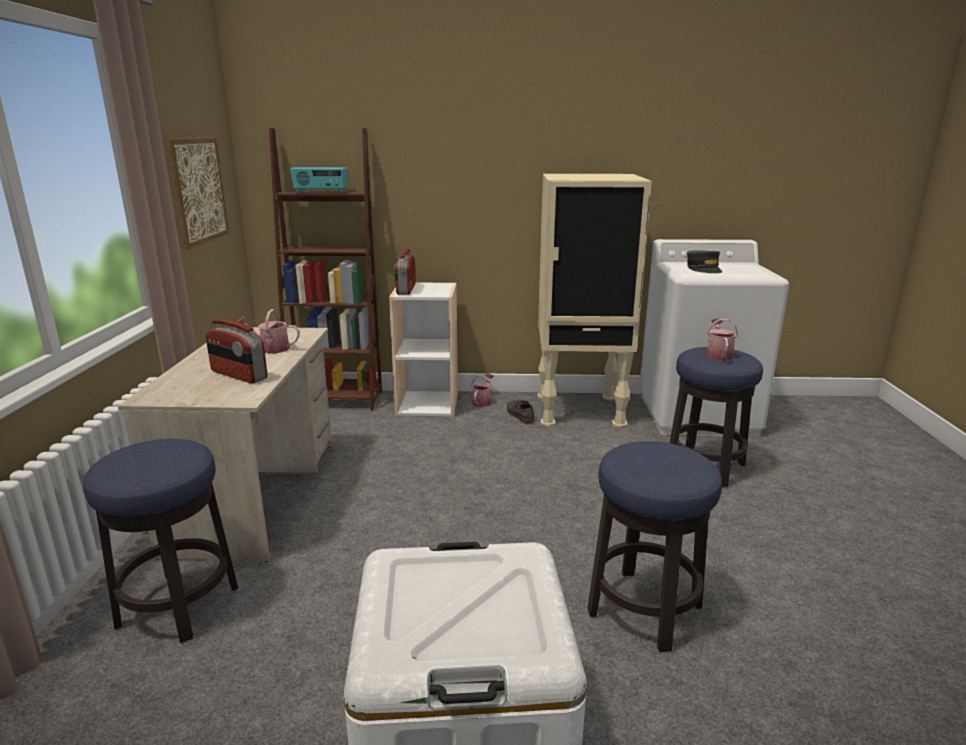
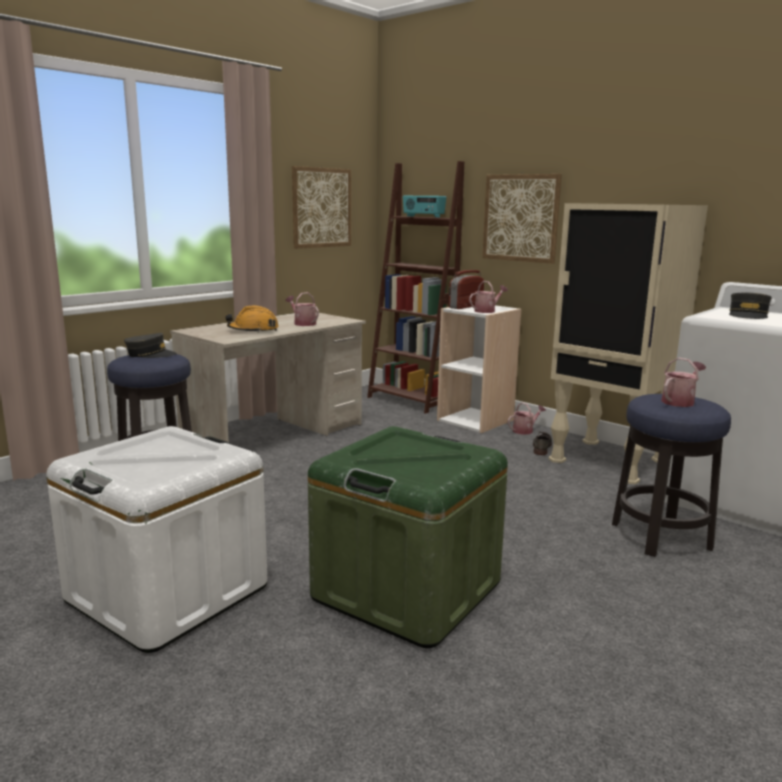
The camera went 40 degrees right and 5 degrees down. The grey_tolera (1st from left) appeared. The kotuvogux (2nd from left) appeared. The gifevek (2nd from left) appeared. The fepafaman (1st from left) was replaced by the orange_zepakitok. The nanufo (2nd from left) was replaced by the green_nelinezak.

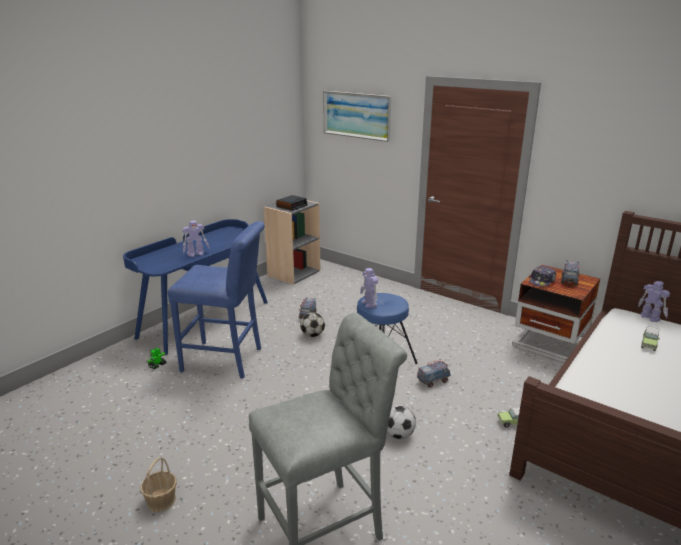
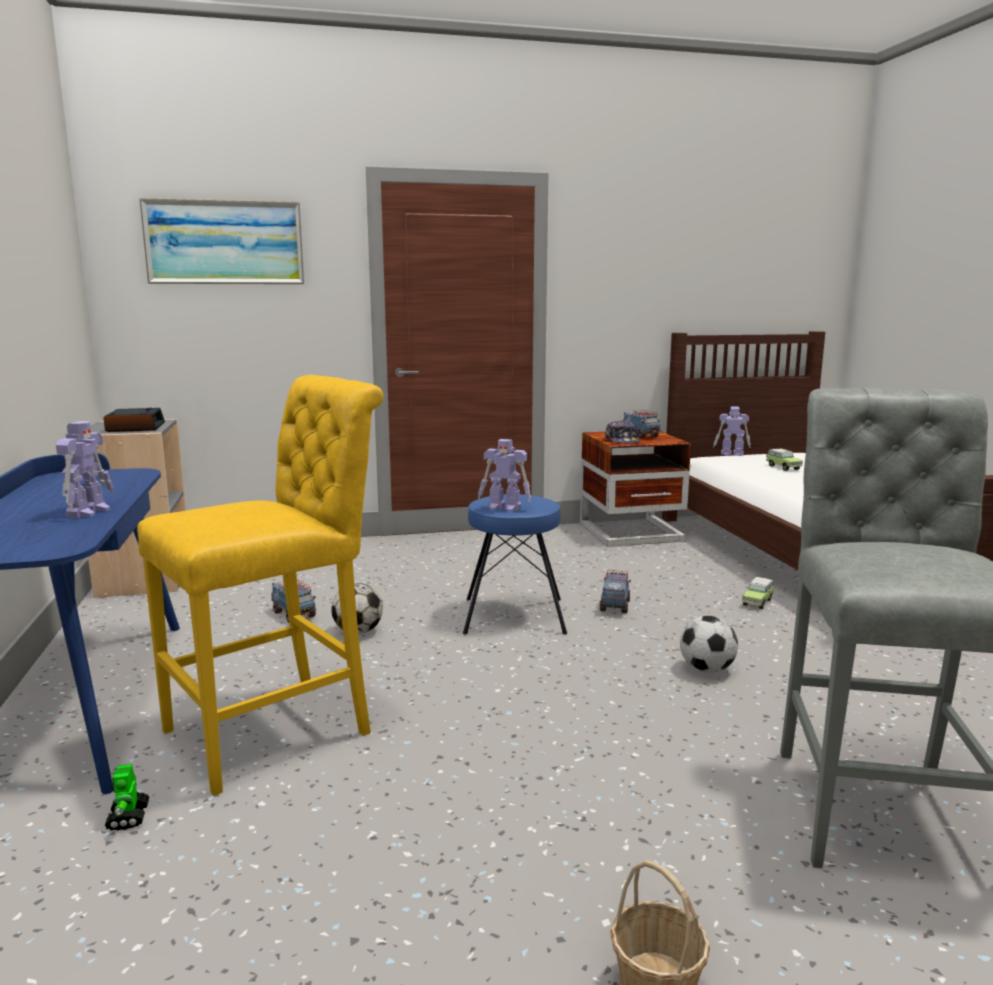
The camera went 50 degrees left and 10 degrees down. The blue_nanufo (1st from left) became the yellow_nanufo.

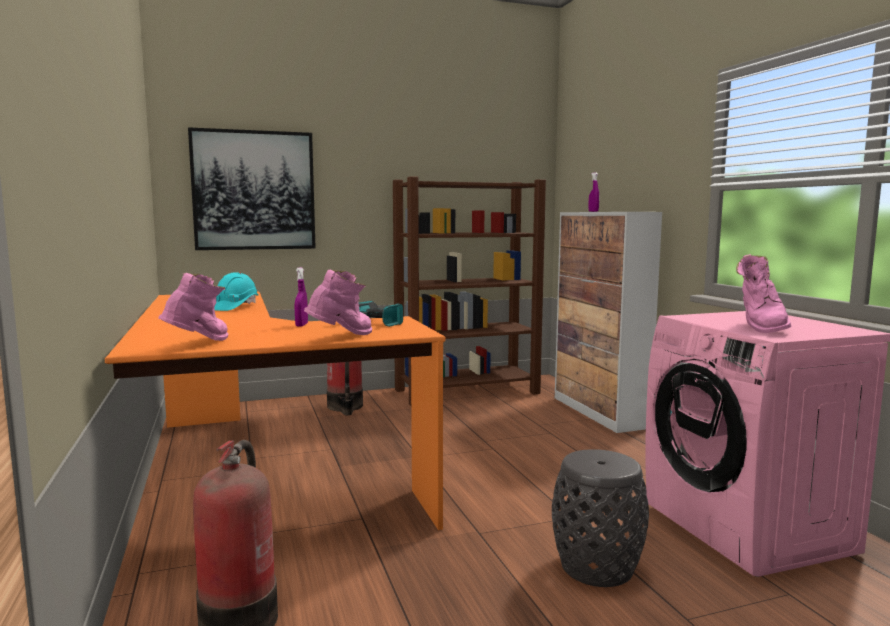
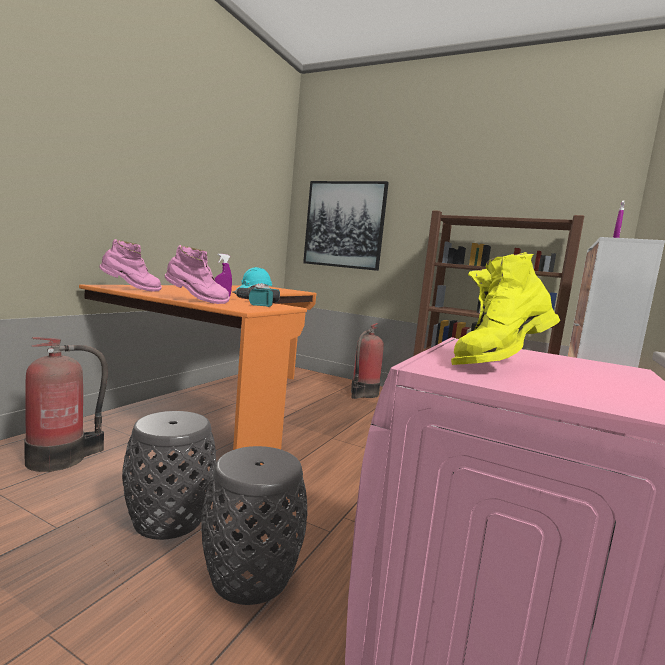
The camera went 45 degrees right and 0 degrees up. The grey_nanufo (1st from left) appeared. The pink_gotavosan (3rd from left) became the yellow_gotavosan.

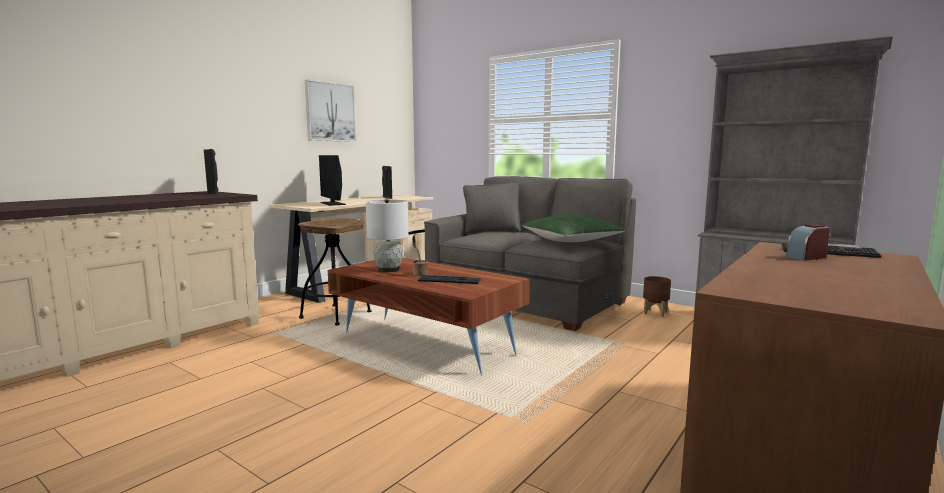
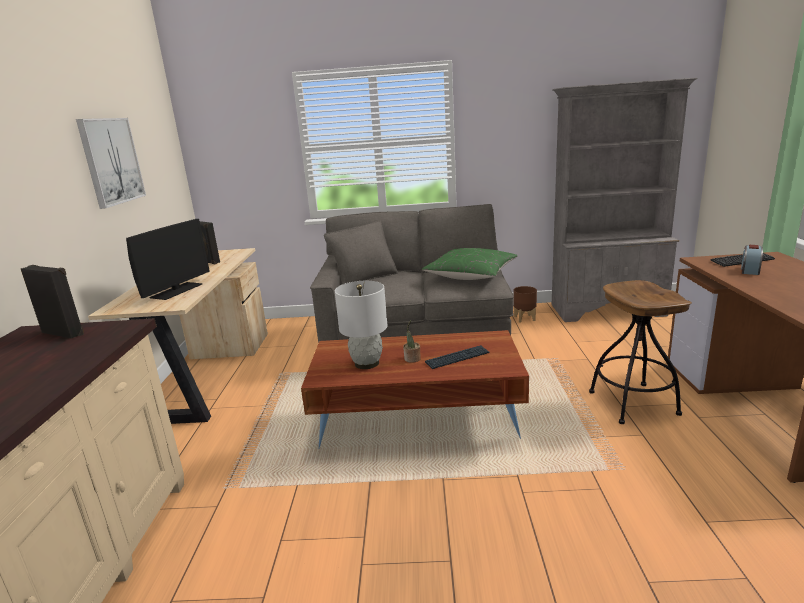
The camera went 35 degrees left and 10 degrees up. The brown_nanufo moved. The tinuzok turned 90 degrees counterclockwise.

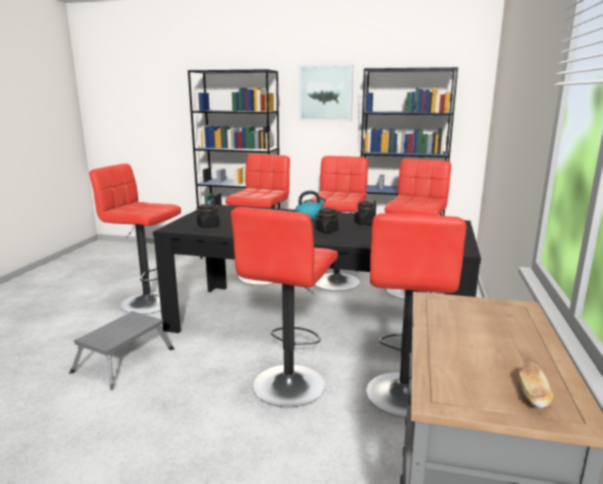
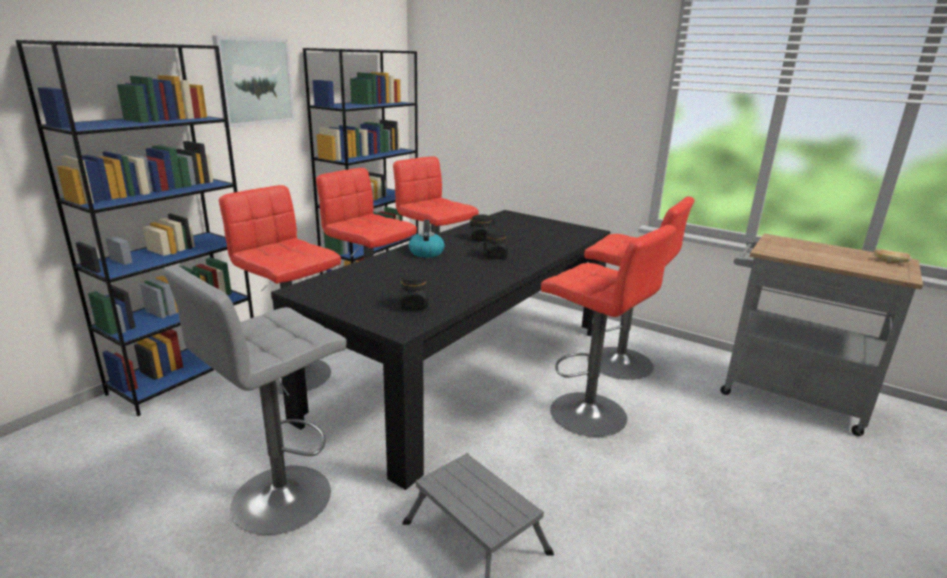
The camera went 70 degrees left and 5 degrees up. The red_nanufo (1st from left) became the grey_nanufo.

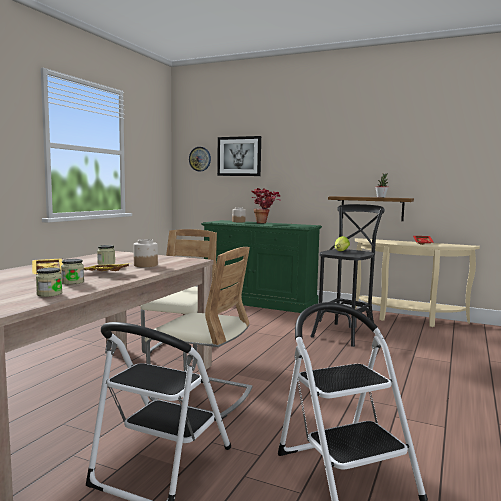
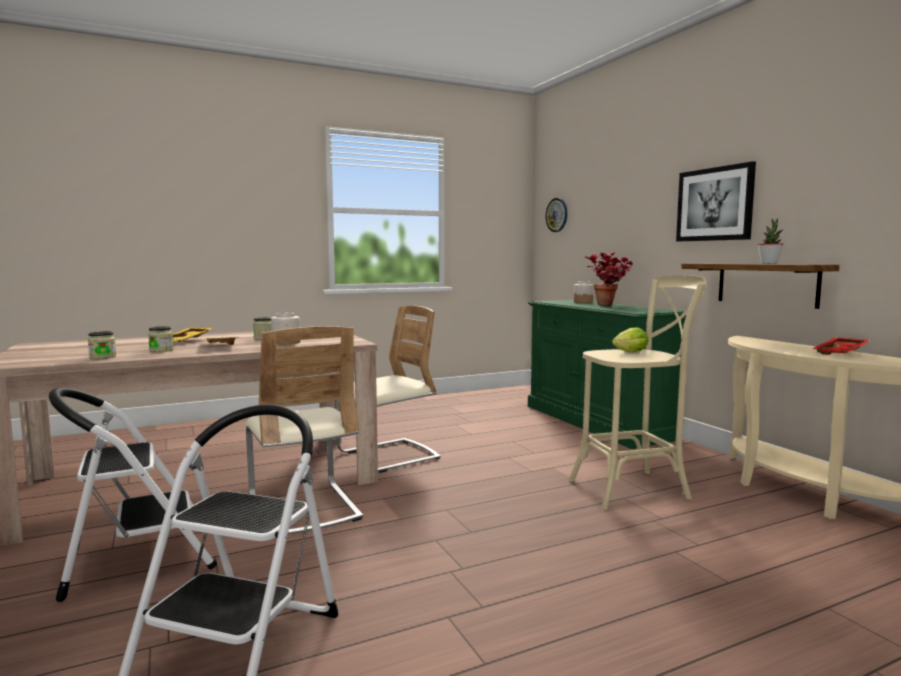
The camera went 40 degrees right and 0 degrees up. The gifevek moved. The black_nanufo became the beige_nanufo.

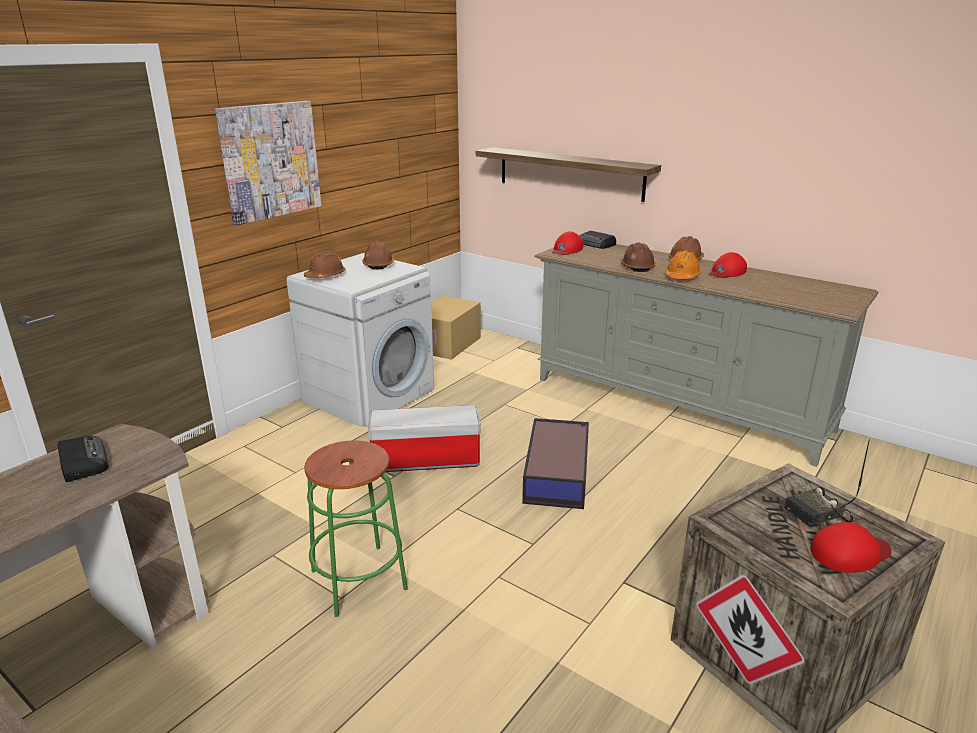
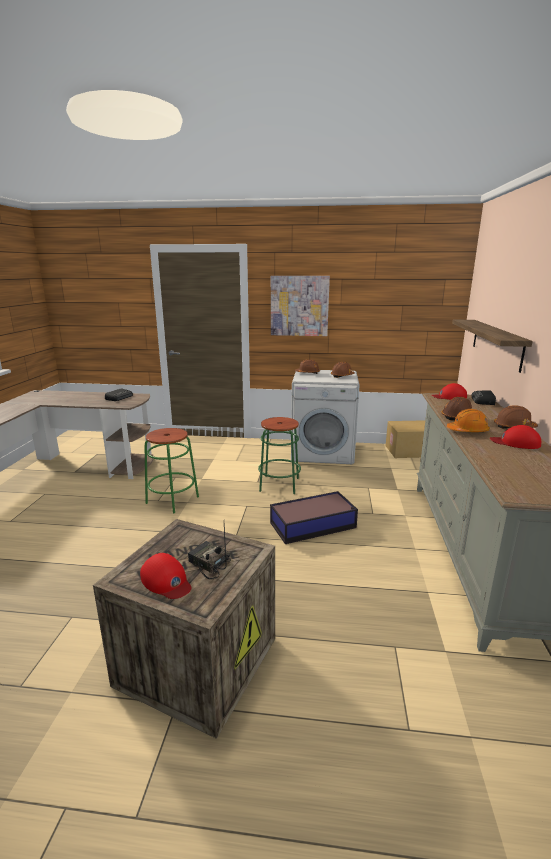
The camera went 60 degrees right and 5 degrees down. The nelinezak (1st from left) was replaced by the green_nanufo (2nd from left).

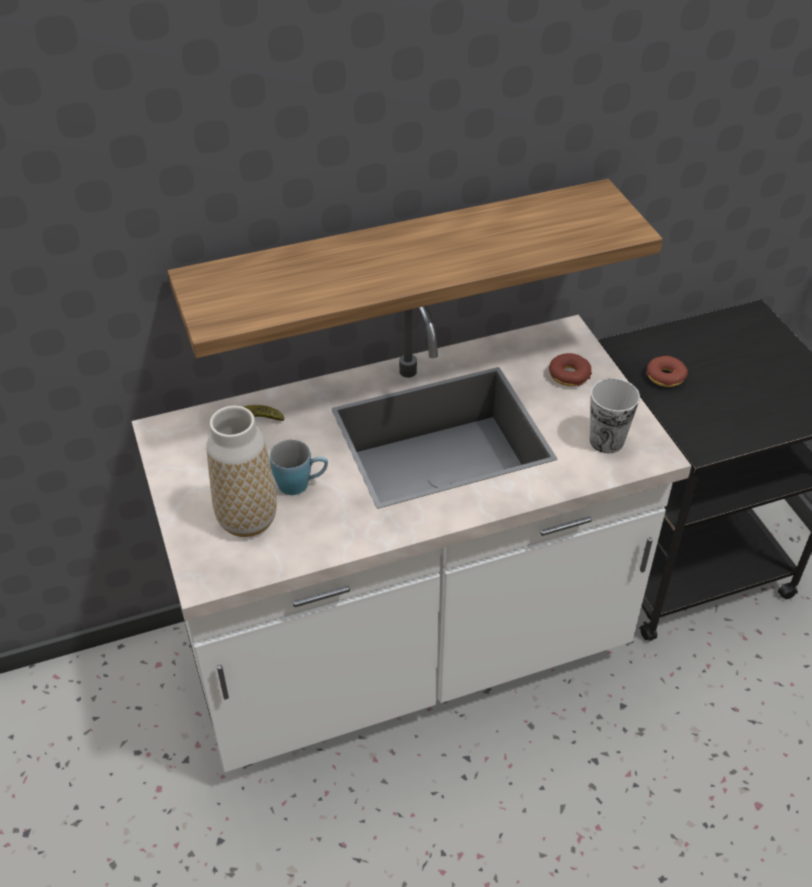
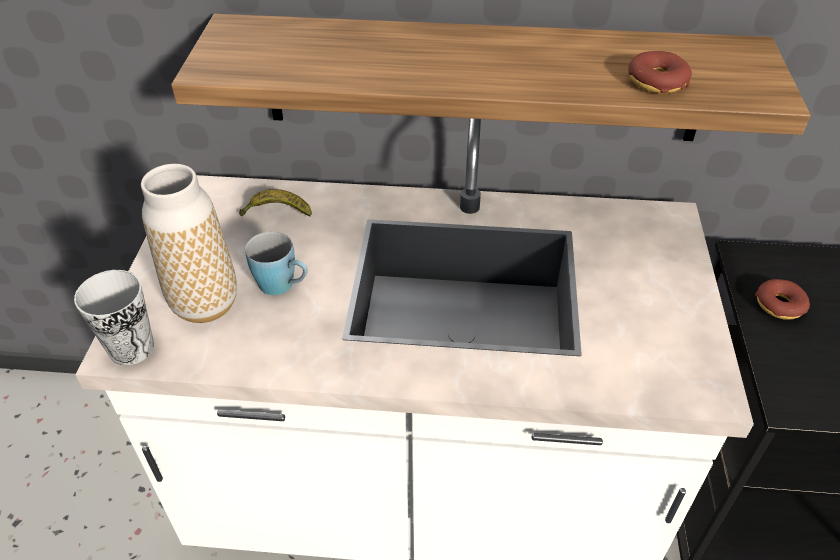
The camera went 25 degrees right and 0 degrees up. The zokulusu (1st from left) moved. The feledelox moved.

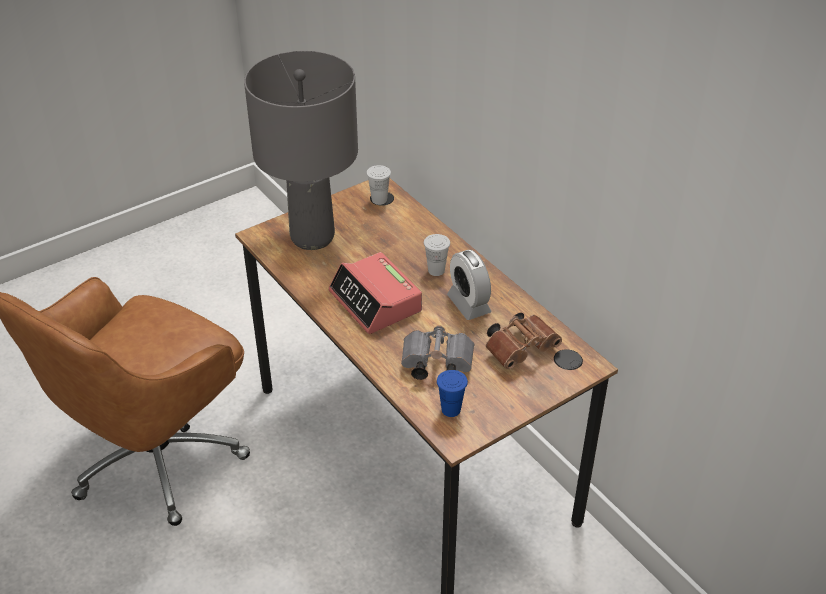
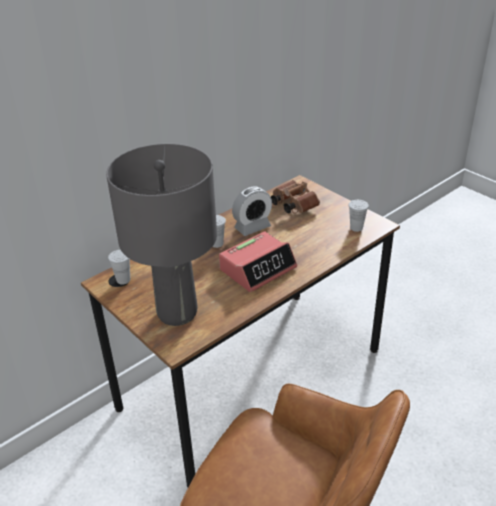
The camera went 95 degrees left and 5 degrees down. The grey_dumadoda disappeared. The blue_feledelox became the white_feledelox (3rd from left).

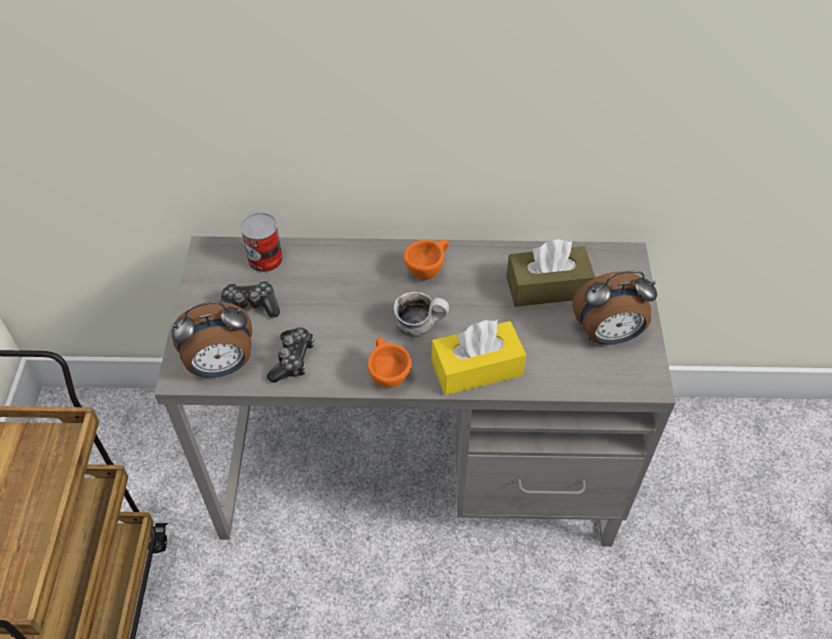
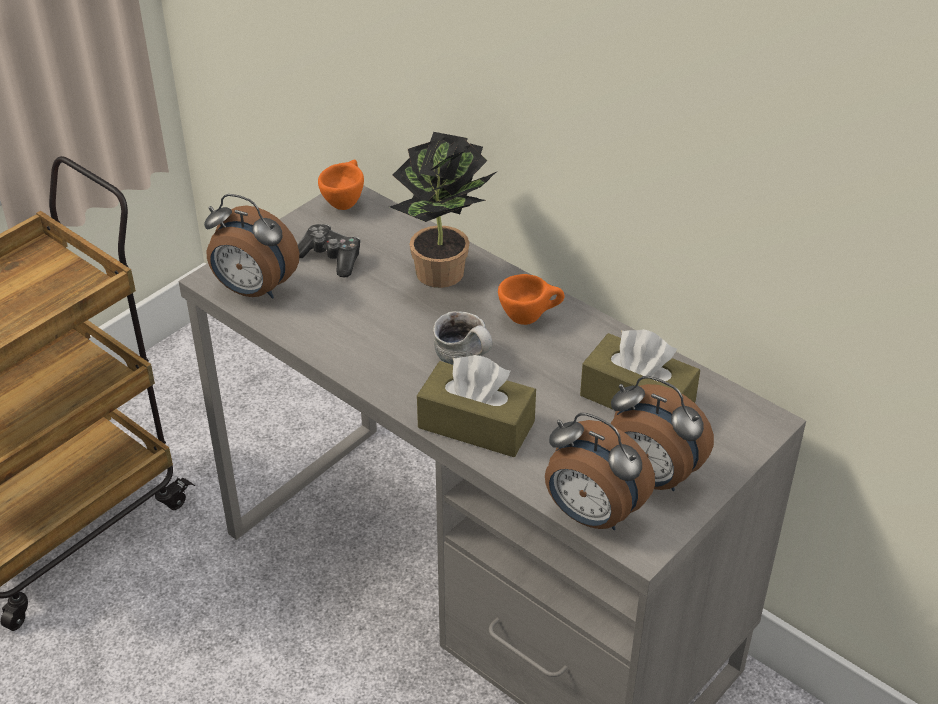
The camera went 40 degrees right and 10 degrees down. The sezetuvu disappeared. The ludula (2nd from left) disappeared. The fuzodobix appeared. The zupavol (2nd from left) appeared. The orange_feledelox (1st from left) moved. The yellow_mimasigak became the brown_mimasigak (1st from left).

